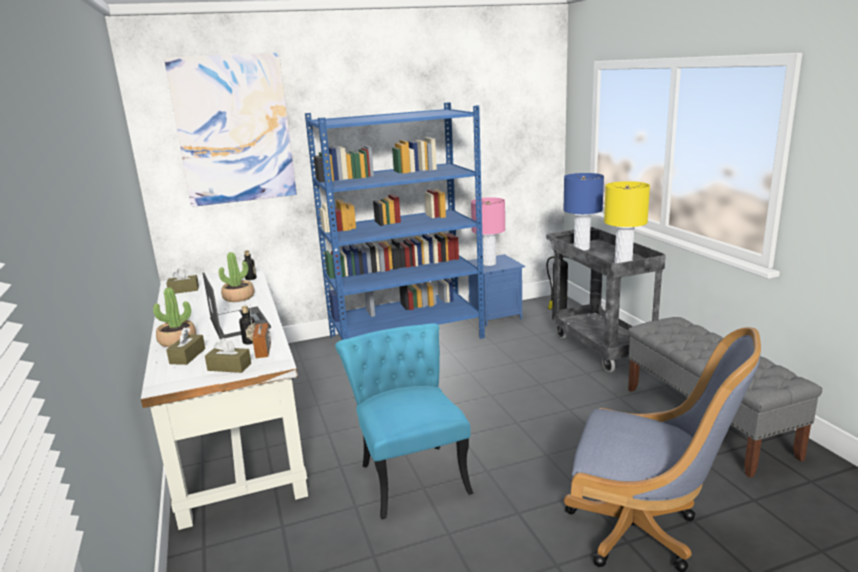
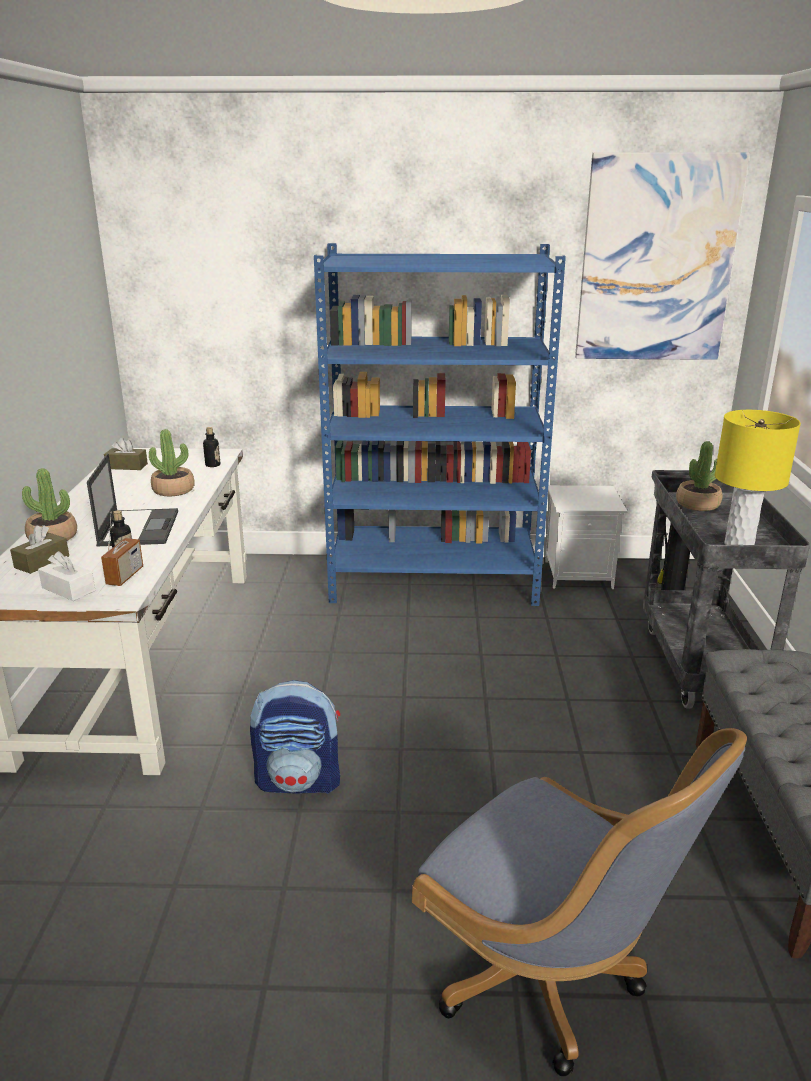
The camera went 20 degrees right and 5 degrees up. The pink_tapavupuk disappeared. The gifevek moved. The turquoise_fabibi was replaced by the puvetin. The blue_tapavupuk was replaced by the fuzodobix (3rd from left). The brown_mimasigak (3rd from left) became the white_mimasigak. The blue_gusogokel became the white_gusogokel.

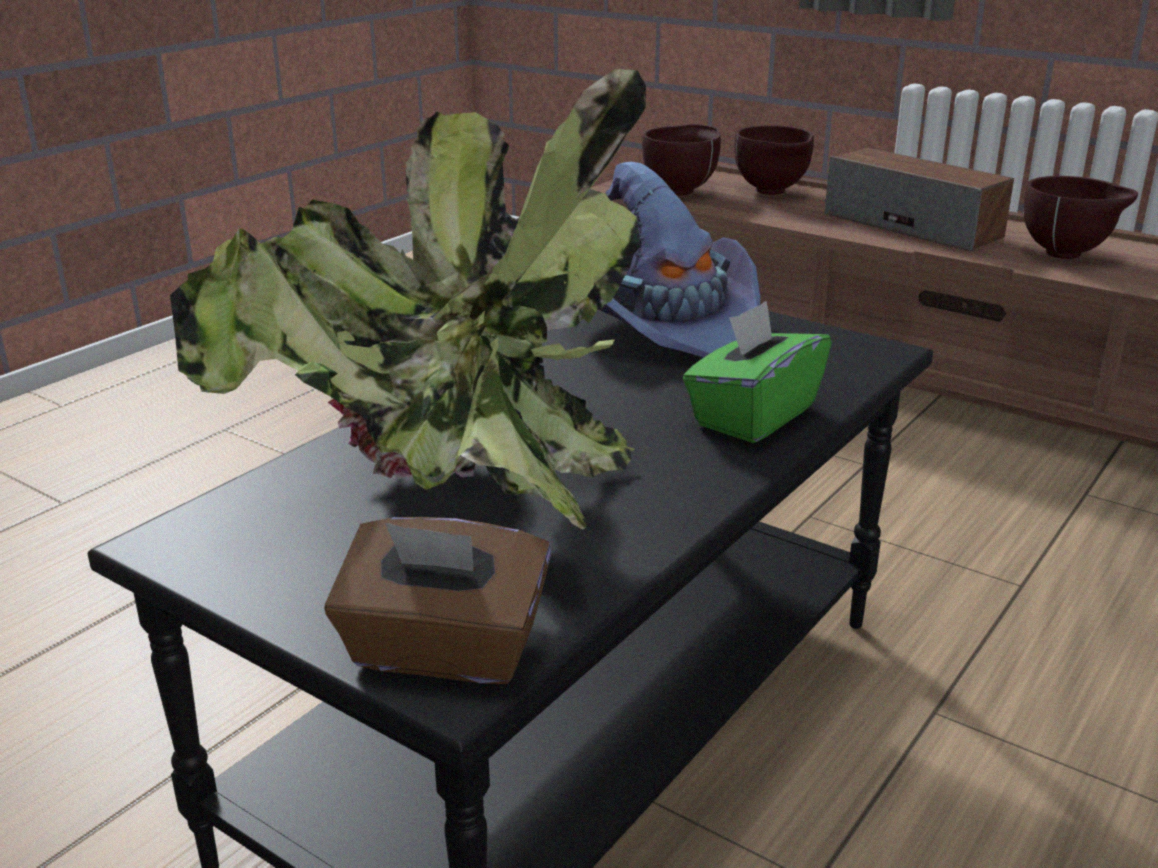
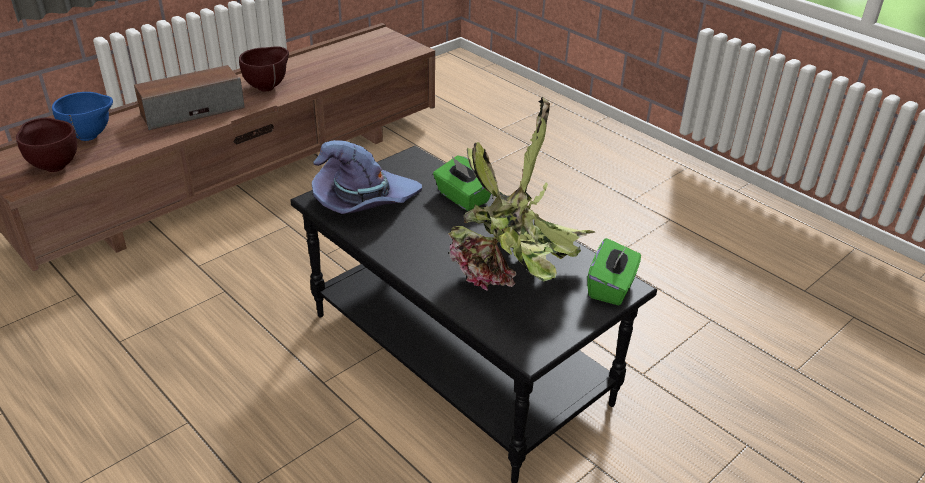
The camera went 80 degrees left and 10 degrees up. The brown_mimasigak became the green_mimasigak (2nd from left). The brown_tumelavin (2nd from left) became the blue_tumelavin.

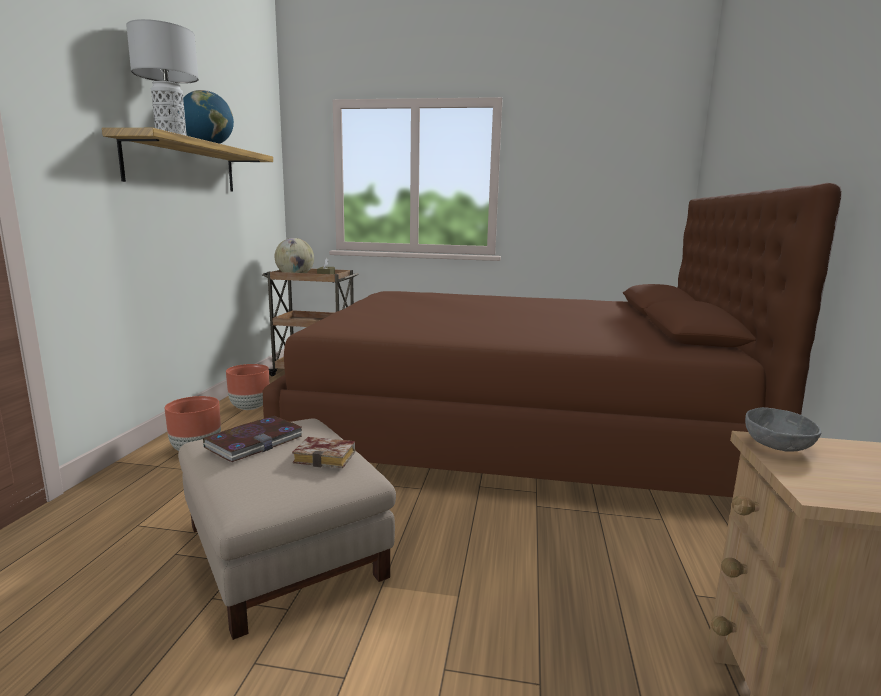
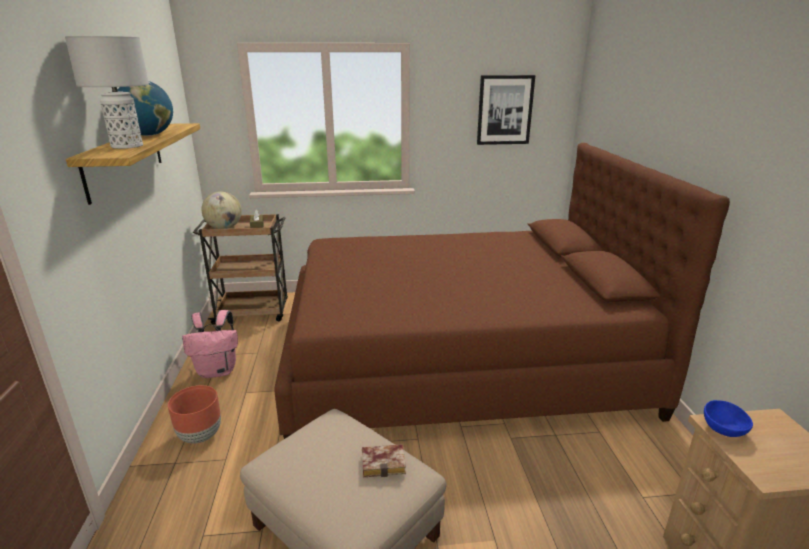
The camera went 15 degrees left and 10 degrees up. The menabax (1st from left) disappeared. The gifevek appeared. The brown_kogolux (2nd from left) was replaced by the pink_puvetin. The grey_tumelavin became the blue_tumelavin.

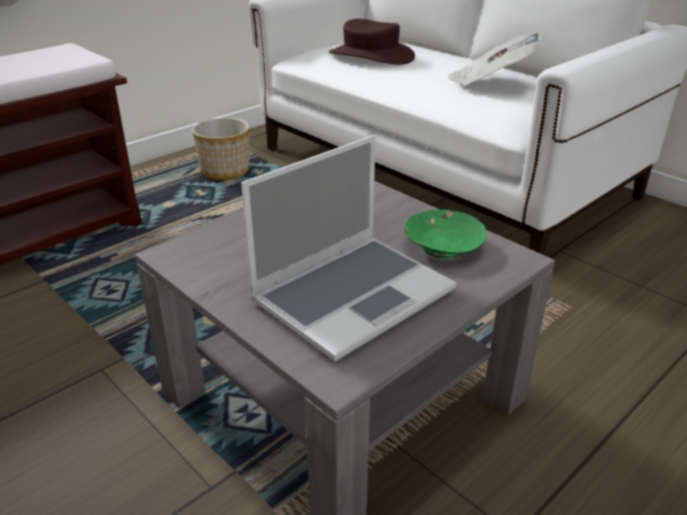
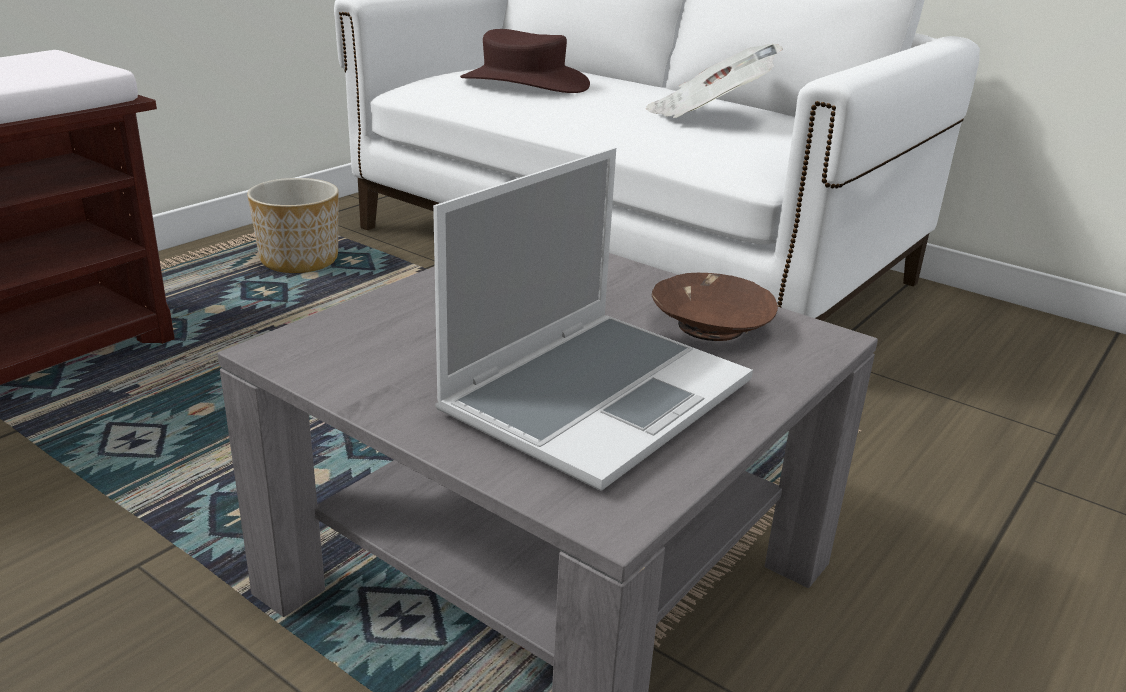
The camera went 10 degrees left and 5 degrees down. The green_tumelavin became the brown_tumelavin.

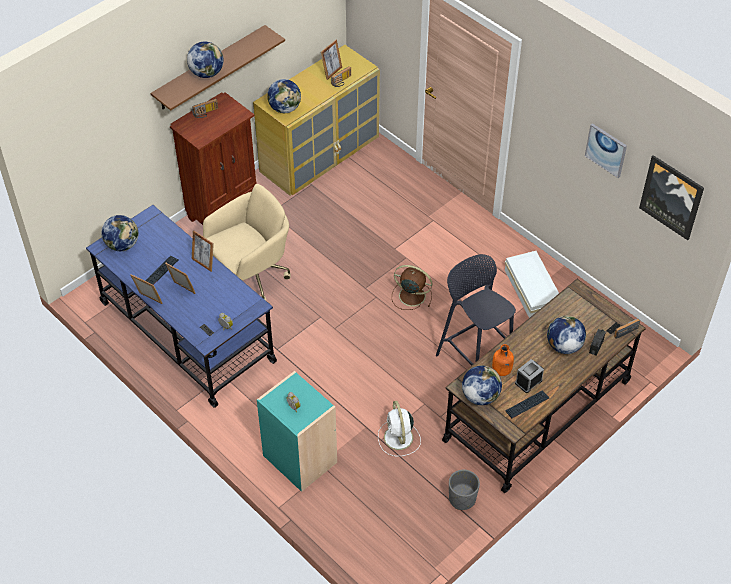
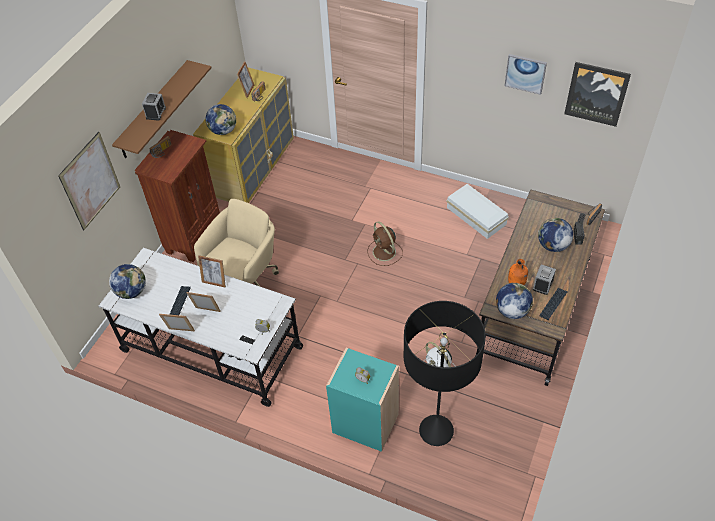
The camera went 20 degrees left and 0 degrees up. The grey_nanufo disappeared. The grey_kogolux disappeared. The gifevek (1st from left) appeared. The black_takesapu appeared. The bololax (2nd from left) was replaced by the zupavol (1st from left). The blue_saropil became the white_saropil. The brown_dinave turned 120 degrees counterclockwise.

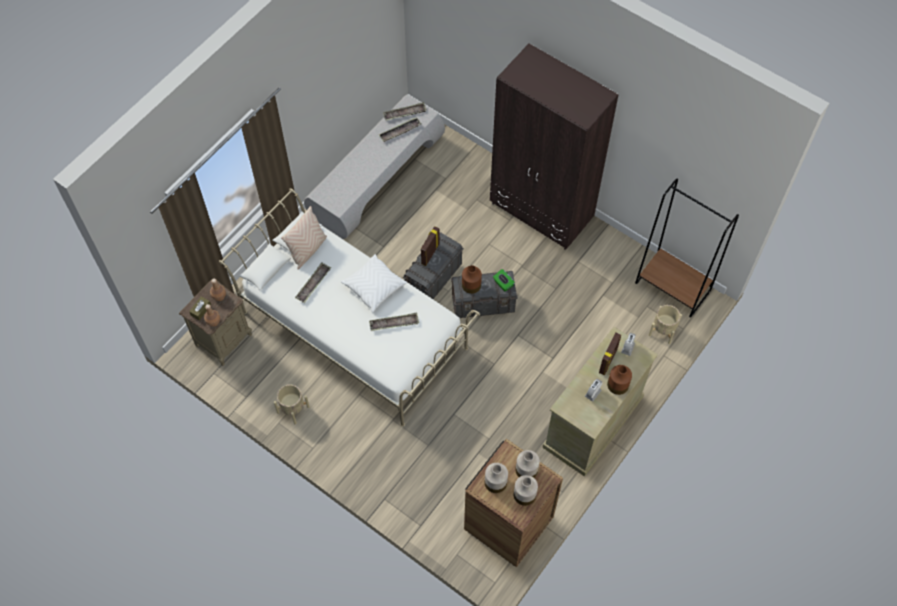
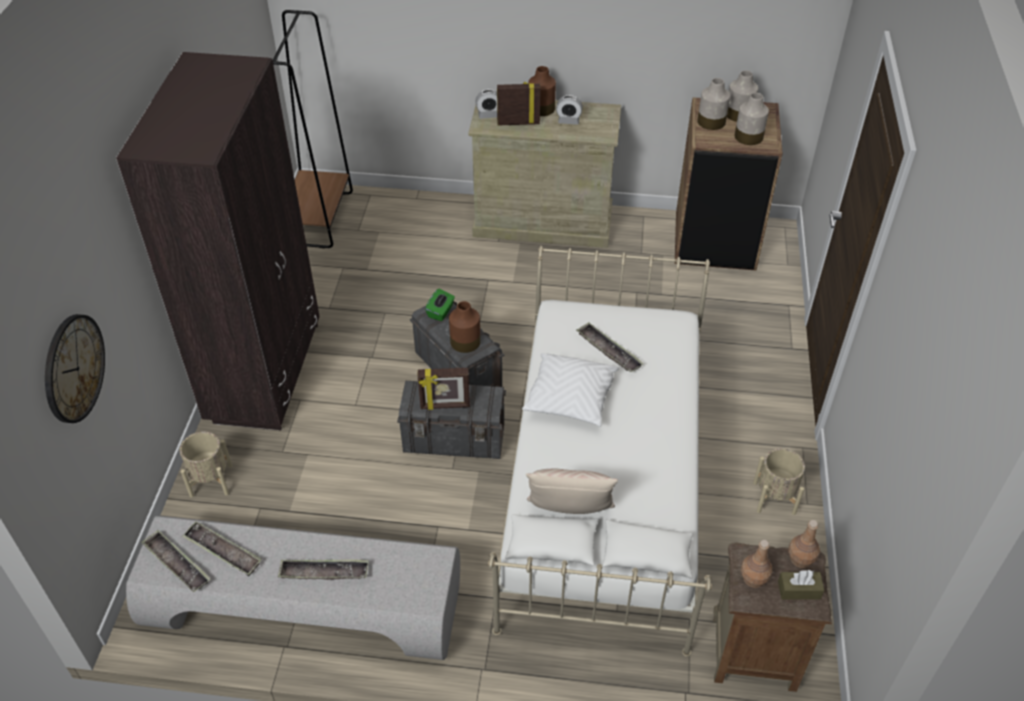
The camera went 120 degrees left and 15 degrees down. The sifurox appeared. The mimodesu (1st from left in the first image) moved. The beige_kogolux (2nd from left in the first image) moved.

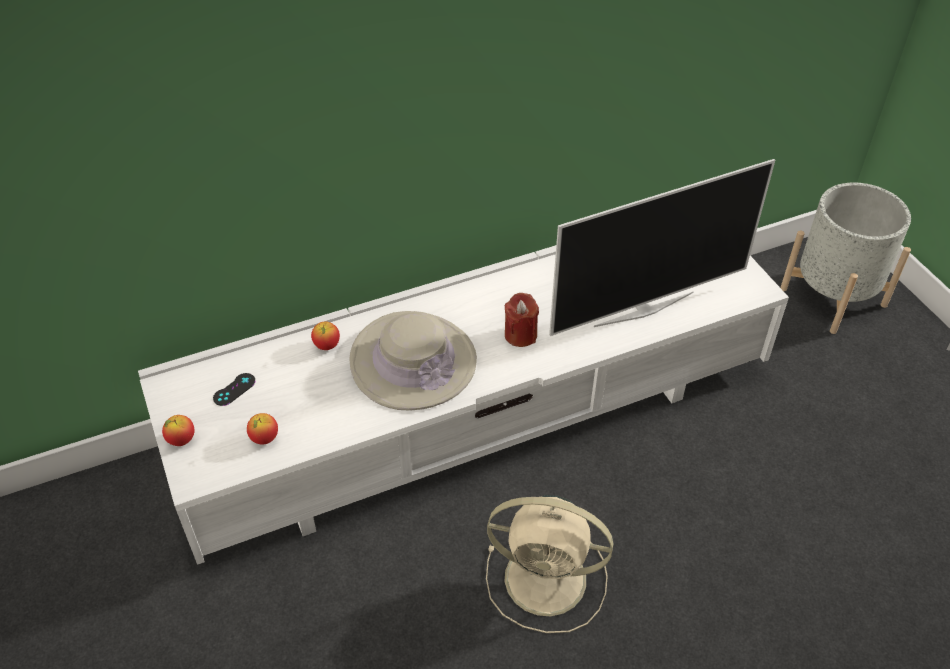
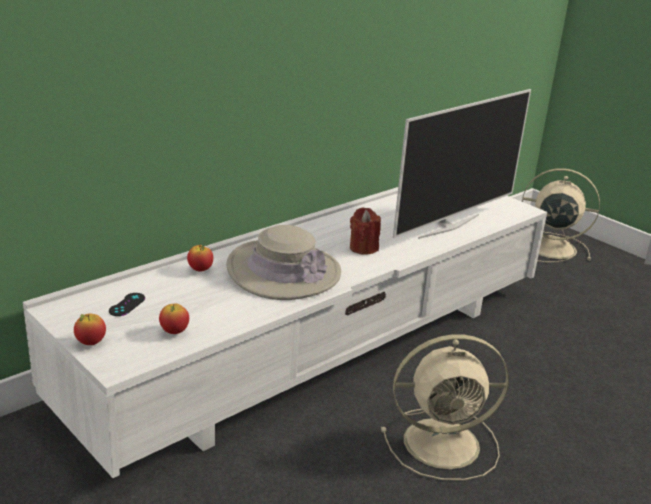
The camera went 20 degrees left and 20 degrees down. The grey_kogolux was replaced by the beige_dinave (2nd from left).

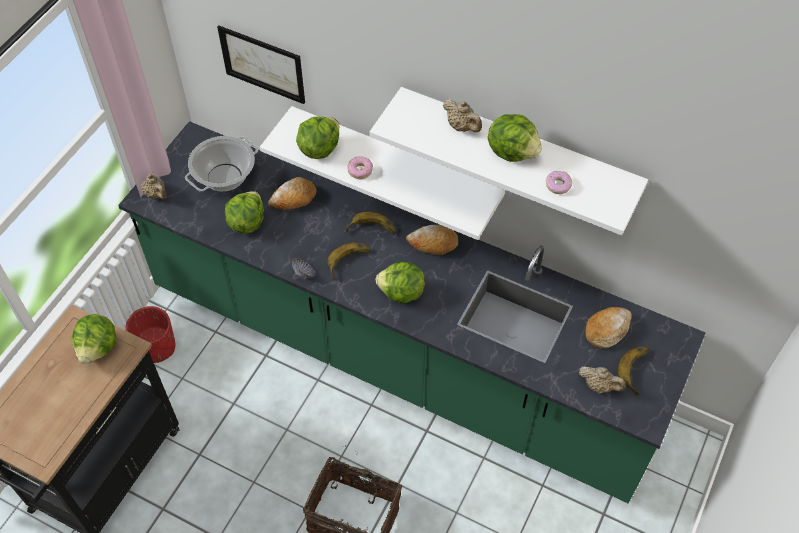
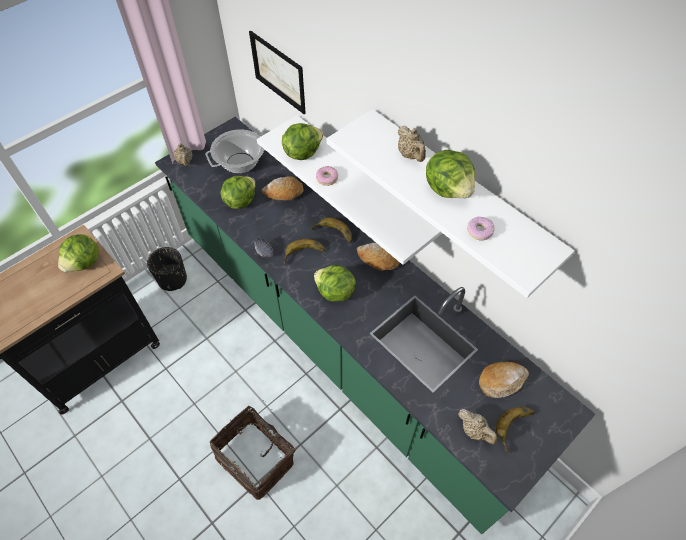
The camera went 20 degrees right and 0 degrees up. The red_kogolux became the black_kogolux.

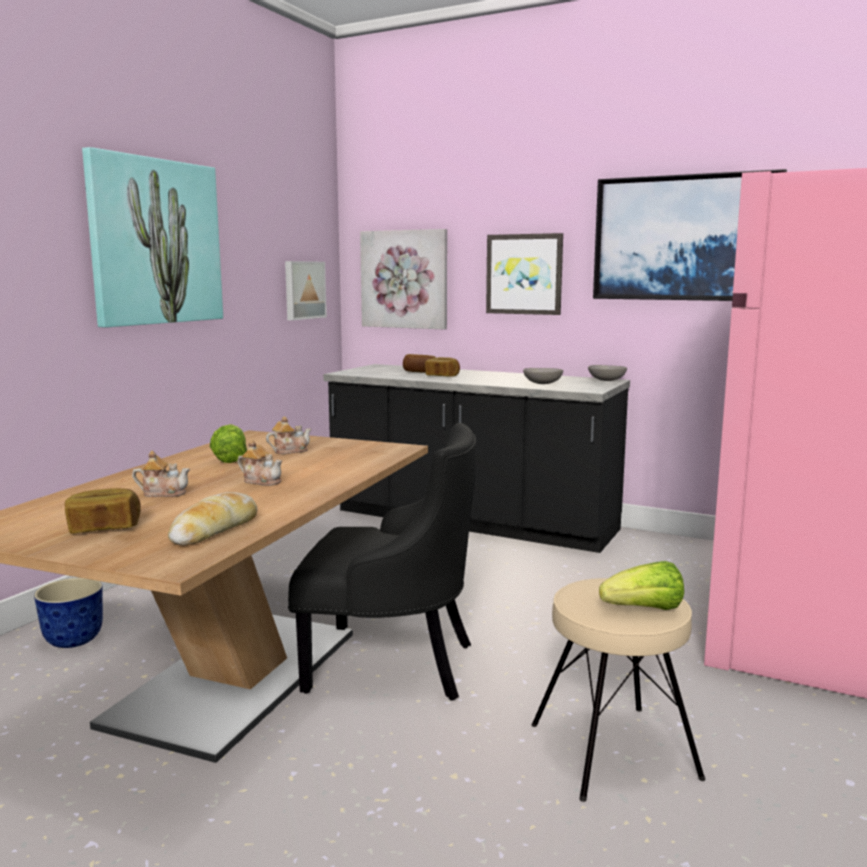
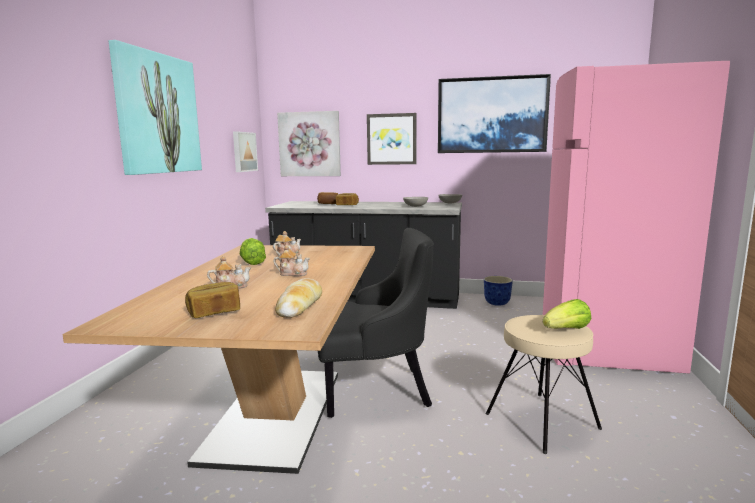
The camera went 15 degrees left and 0 degrees up. The kogolux moved.

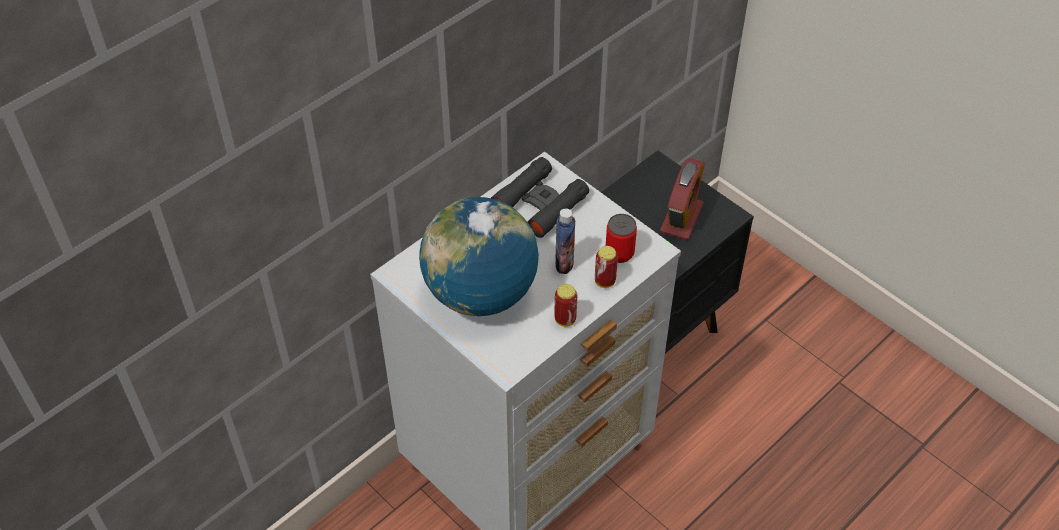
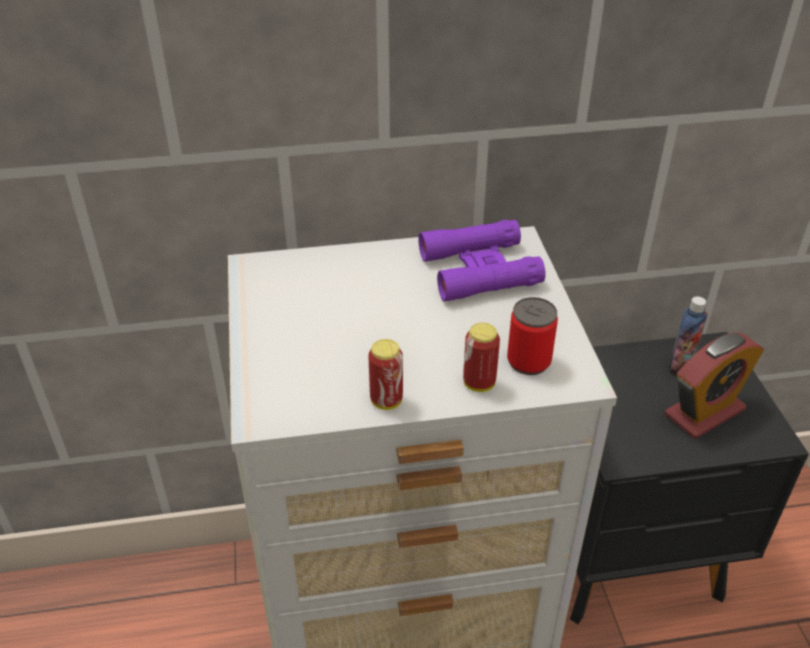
The camera went 35 degrees right and 10 degrees down. The bololax disappeared. The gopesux moved. The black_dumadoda became the purple_dumadoda.

